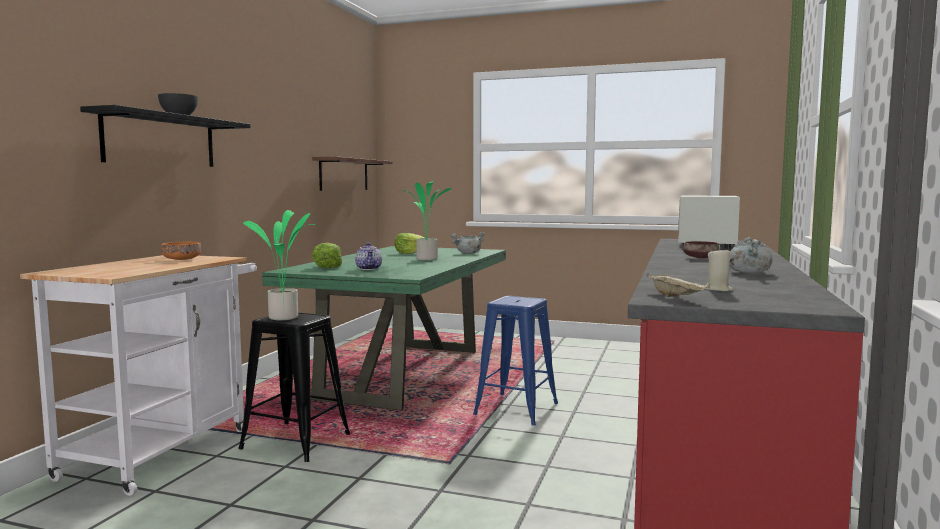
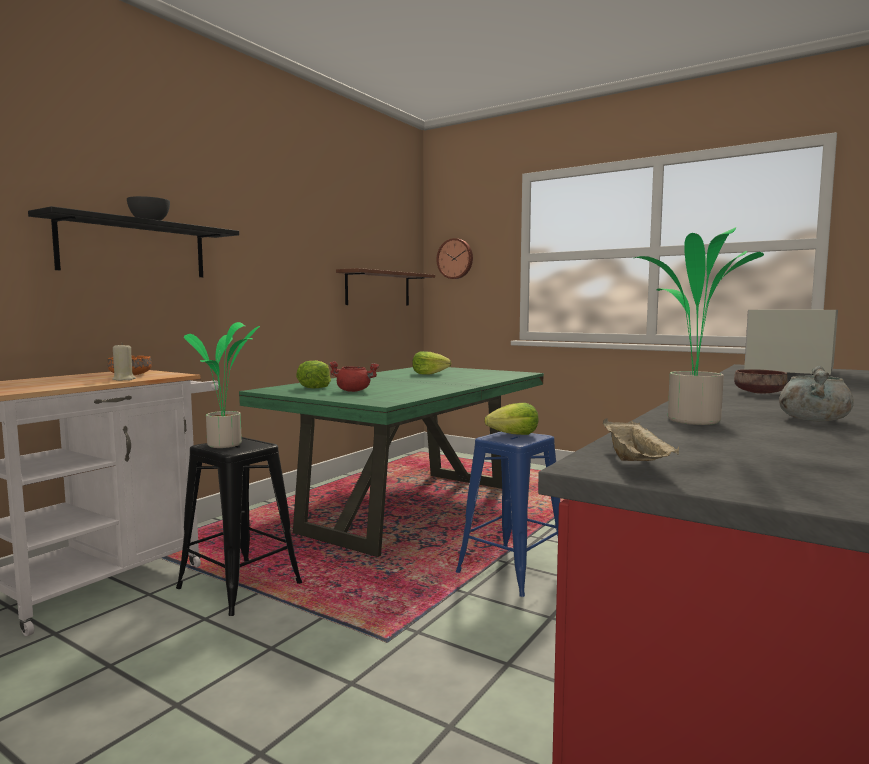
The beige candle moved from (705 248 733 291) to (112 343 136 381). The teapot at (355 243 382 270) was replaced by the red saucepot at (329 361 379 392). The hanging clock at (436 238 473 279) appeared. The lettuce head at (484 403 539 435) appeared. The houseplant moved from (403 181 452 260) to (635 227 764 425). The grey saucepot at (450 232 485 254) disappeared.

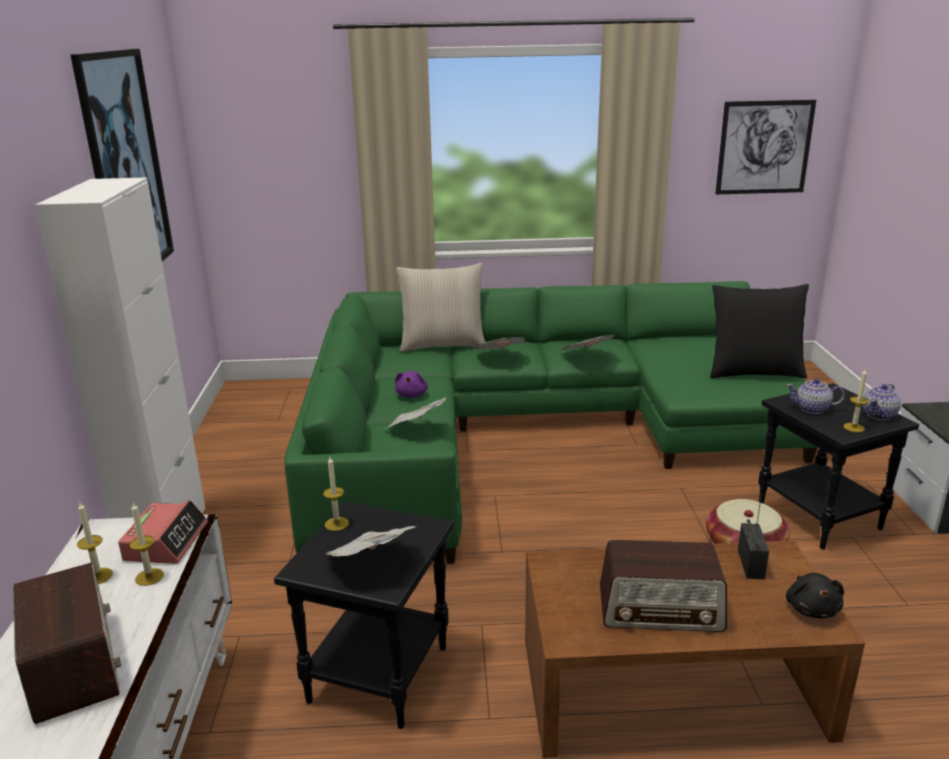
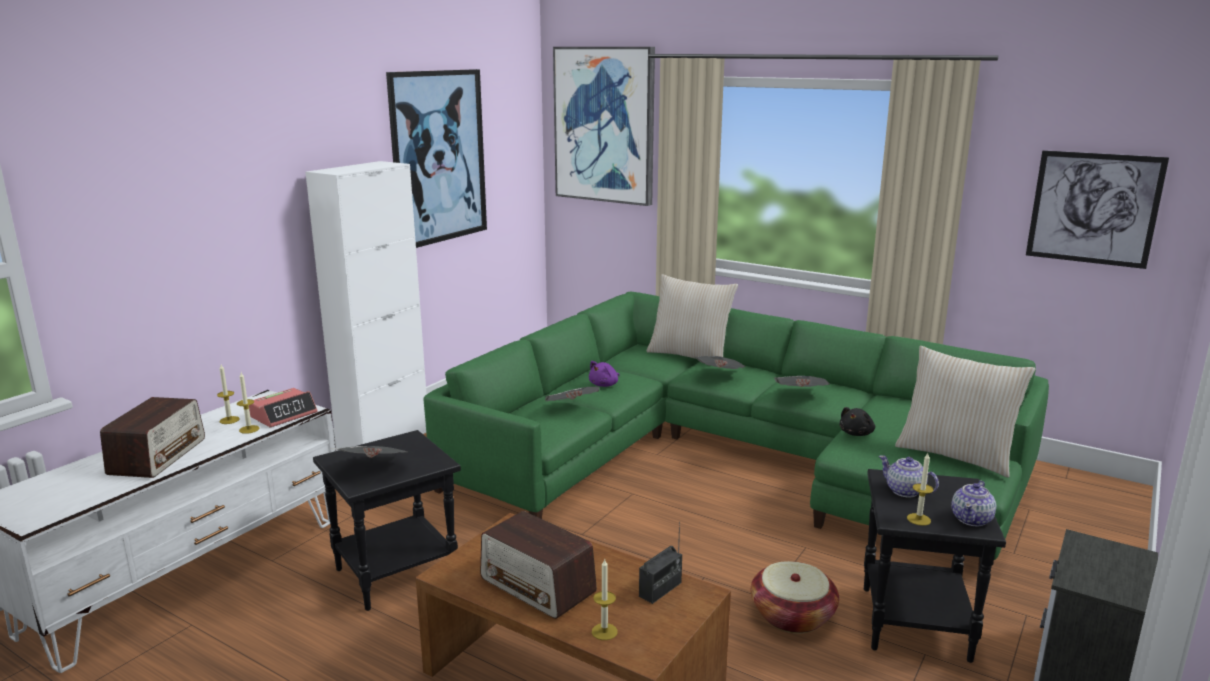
The wall art at (553 47 655 206) appeared. The candle moved from (323 457 349 531) to (592 558 618 640). The black-coloured soft toy moved from (786 573 844 618) to (839 407 875 436). The black-coloured throw pillow at (710 284 809 379) became the beige throw pillow at (895 346 1035 478). The teapot at (862 384 901 420) turned 45 degrees counterclockwise.

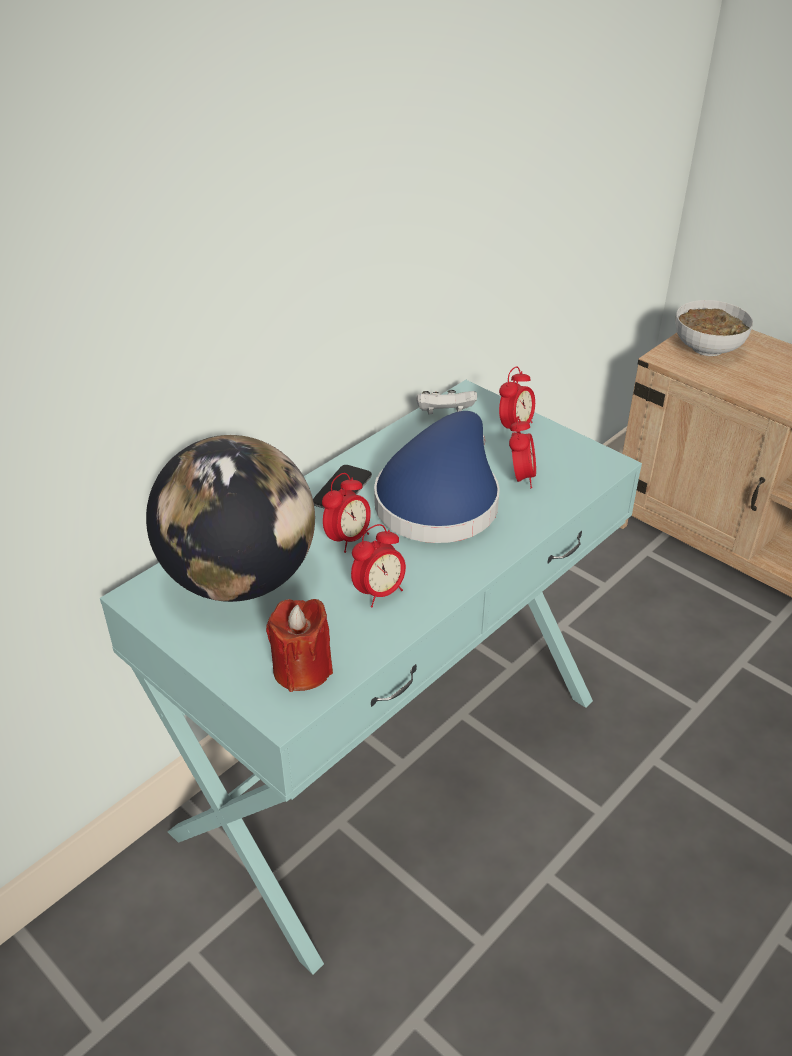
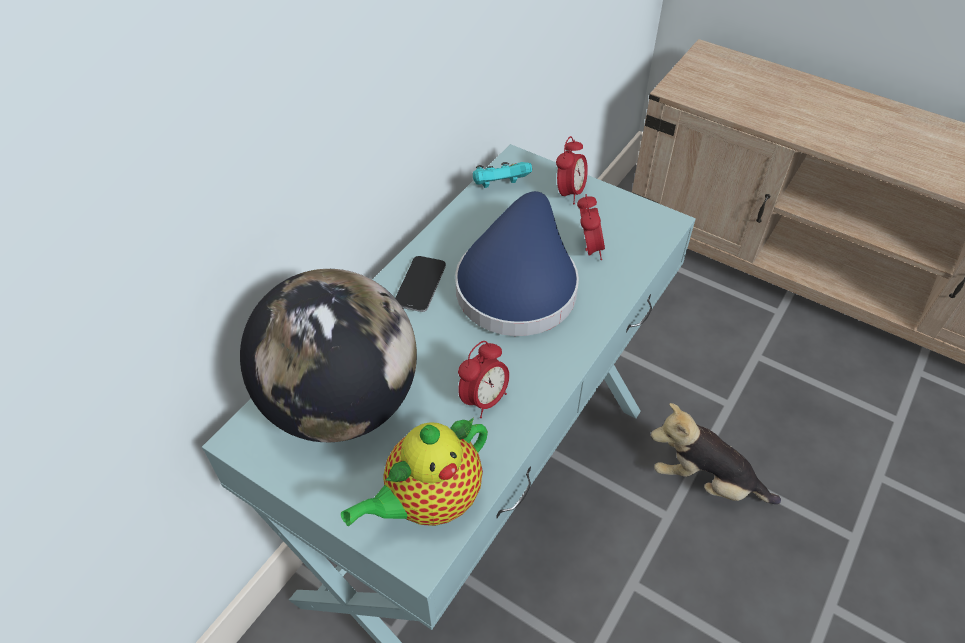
The red candle at (266 599 333 692) was replaced by the teapot at (341 417 488 526). The white gamepad at (416 390 477 414) became the blue-green gamepad at (473 162 532 188). The soft toy at (650 403 781 504) appeared. The table clock at (322 473 371 553) disappeared. The deep dish at (675 300 753 356) disappeared.

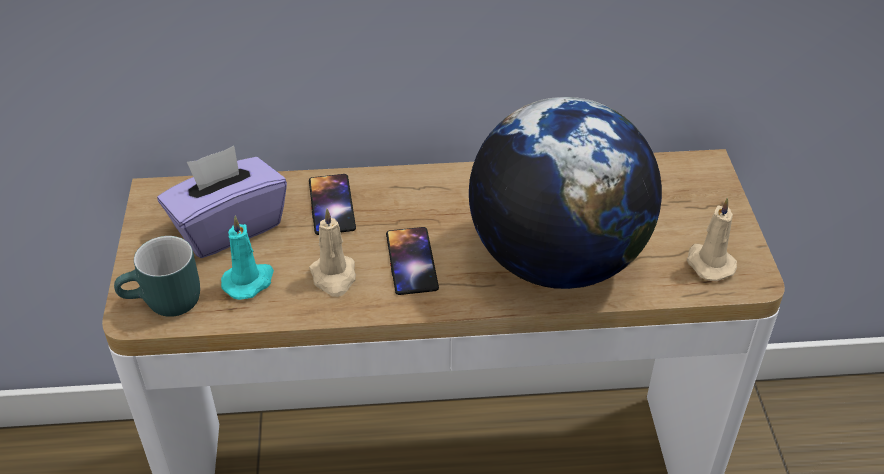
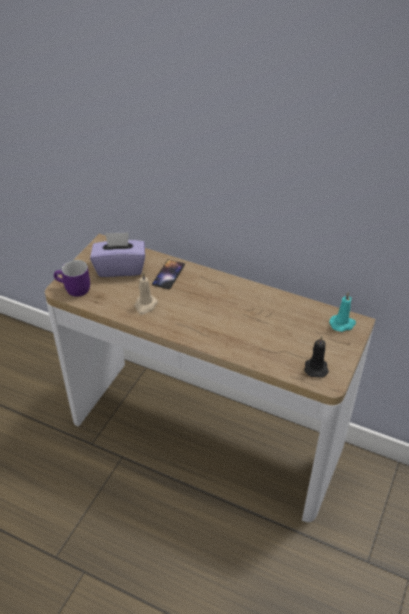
The blue-green coffee mug at (114 236 200 317) became the purple coffee mug at (54 260 90 297). The beige candle at (687 197 737 281) became the black-coloured candle at (304 336 329 378). The blue-green candle moved from (221 216 274 300) to (329 292 356 332). The handset at (386 227 439 295) disappeared. The world globe at (469 97 662 289) disappeared.

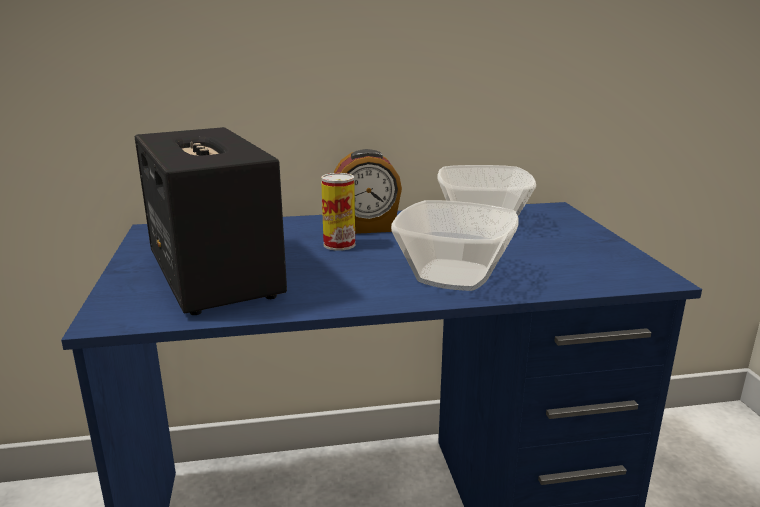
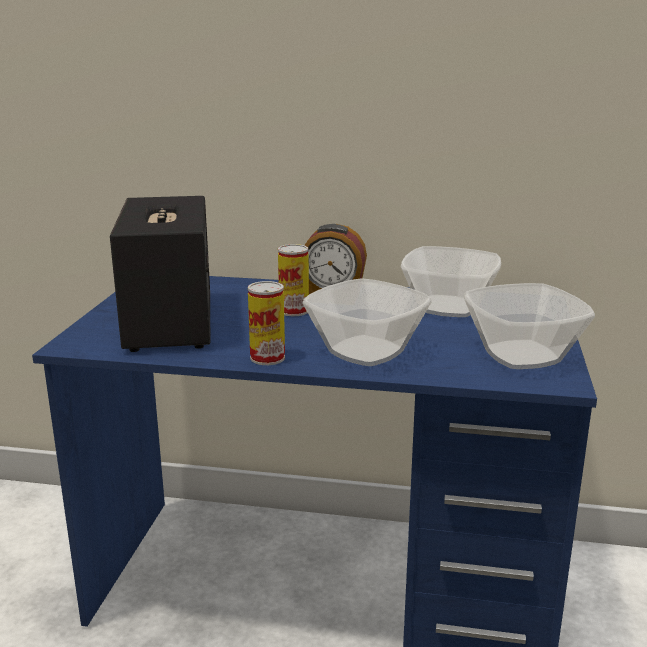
The metal can at (248 281 285 365) appeared. The deep dish at (464 283 595 369) appeared.

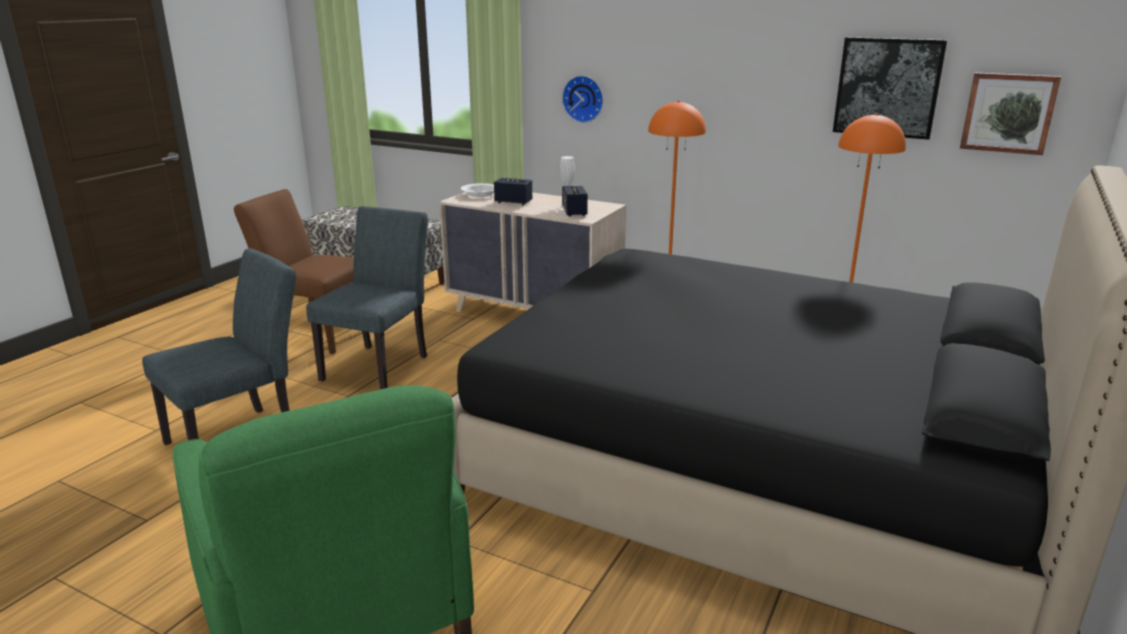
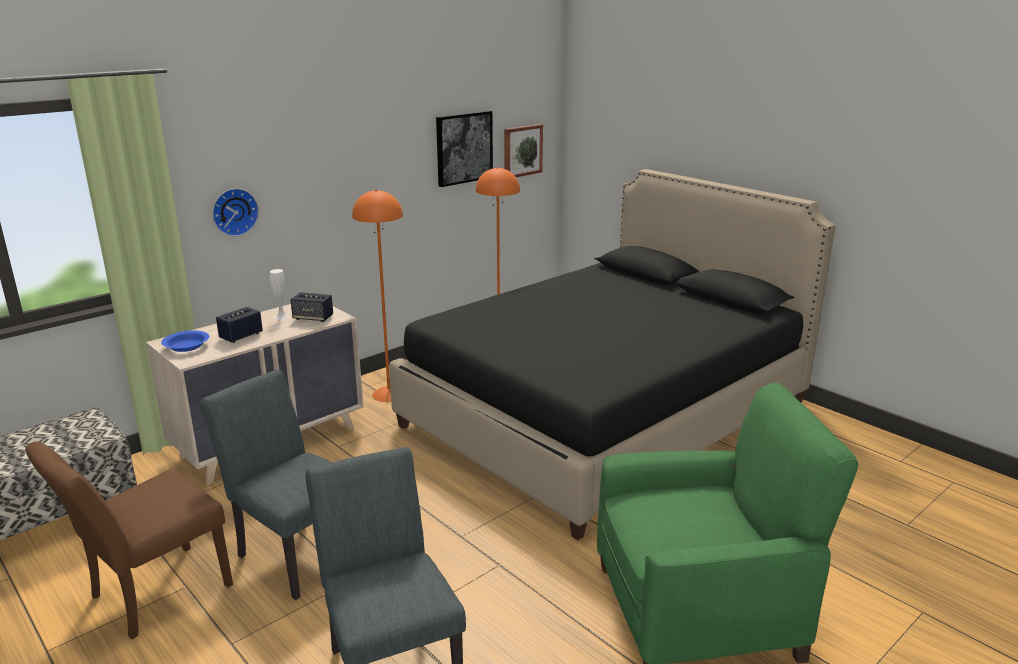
The white deep dish at (461 183 494 197) became the blue deep dish at (161 330 209 352).

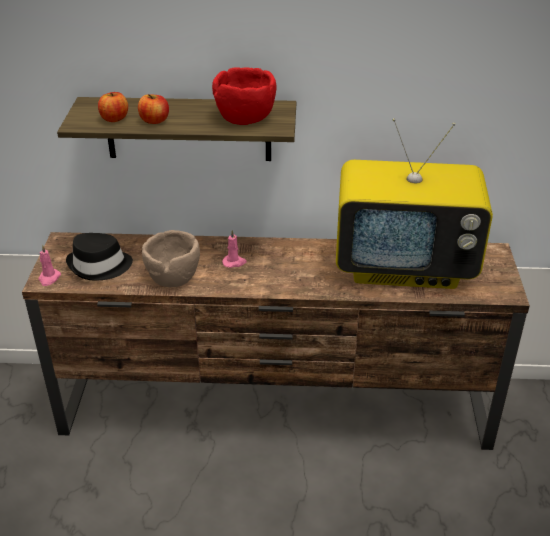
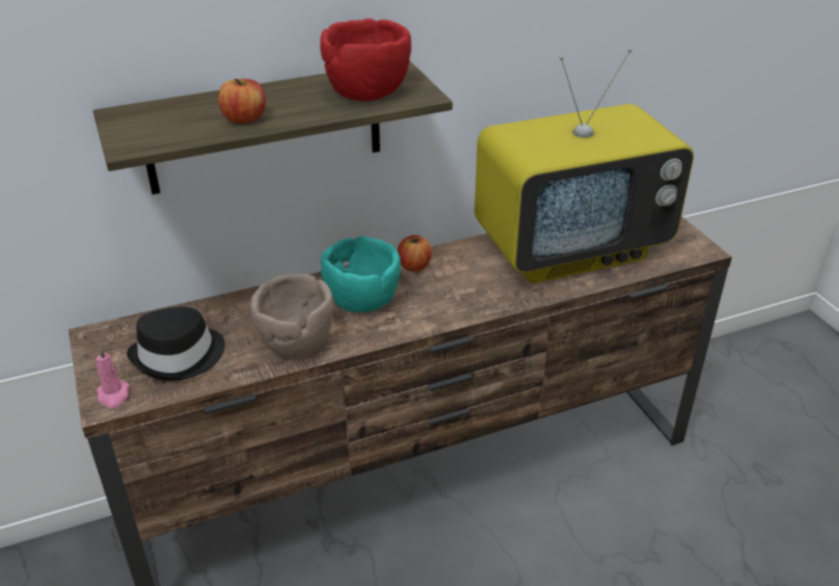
The pink candle at (222 230 247 268) was replaced by the blue-green deep dish at (321 236 401 312). The apple moved from (98 92 128 122) to (397 235 432 272).

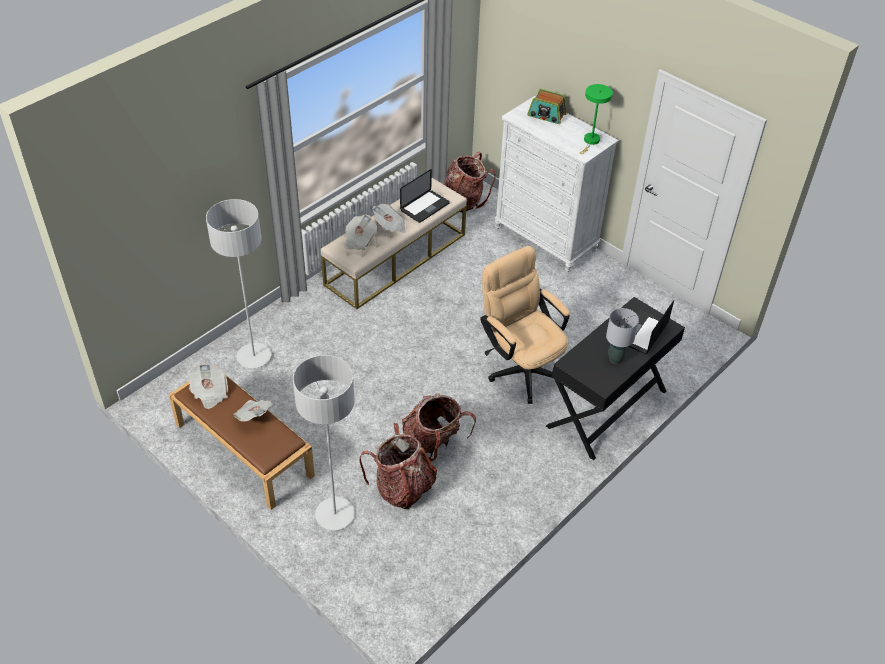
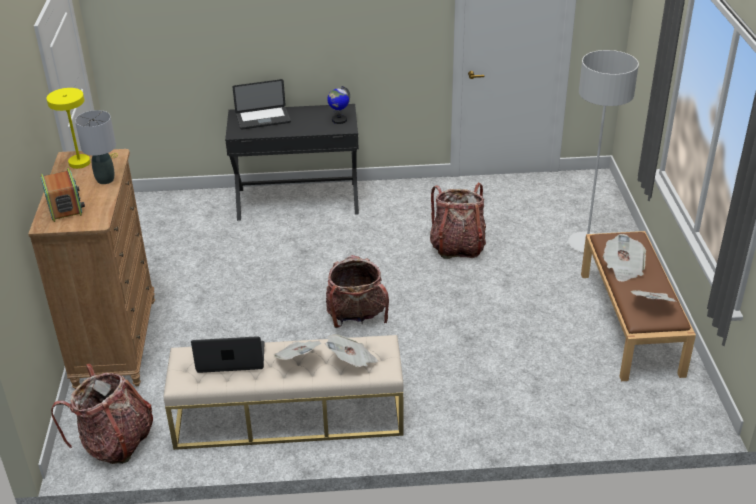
The white chest of drawers at (495 96 619 272) became the brown-coloured chest of drawers at (28 149 155 389). The green tabletop lamp at (580 84 613 154) became the yellow-coloured tabletop lamp at (46 88 118 169). The grey tabletop lamp moved from (606 308 639 364) to (75 110 116 184). The knapsack moved from (360 423 437 509) to (326 255 389 328). The world globe at (327 86 350 124) appeared. The grey floor lamp at (206 199 272 368) disappeared. The beige desk chair at (480 246 570 404) disappeared.

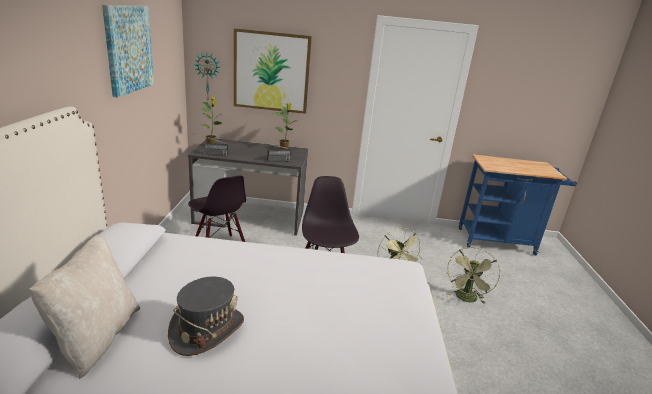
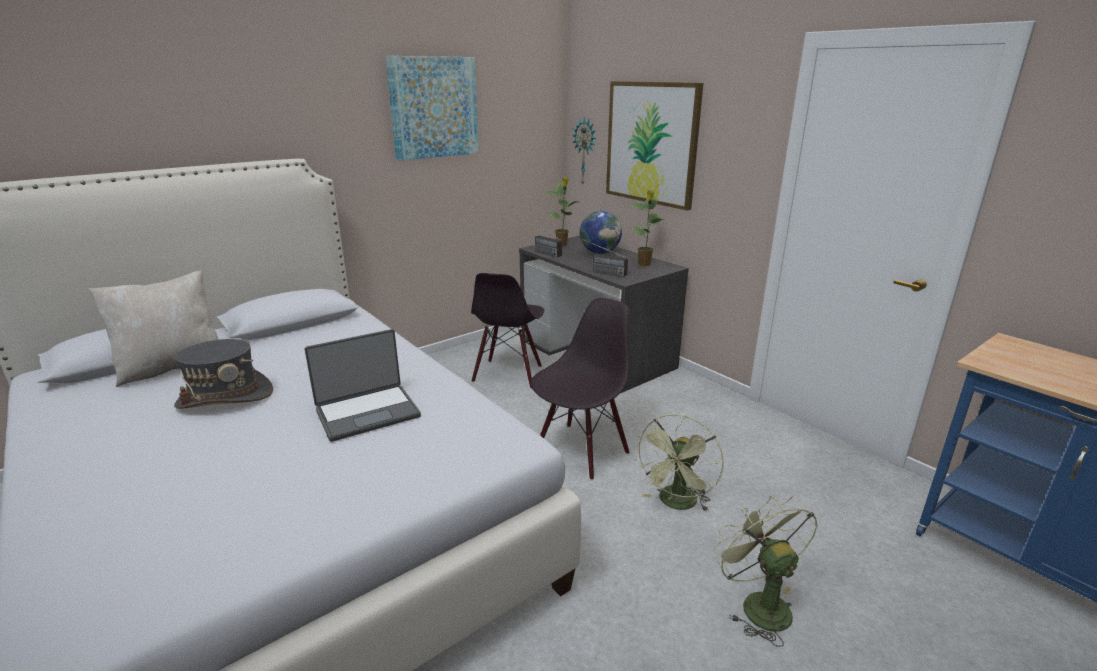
The notebook computer at (305 329 421 442) appeared. The world globe at (580 211 622 254) appeared. The green fan at (446 247 500 304) turned 90 degrees clockwise.

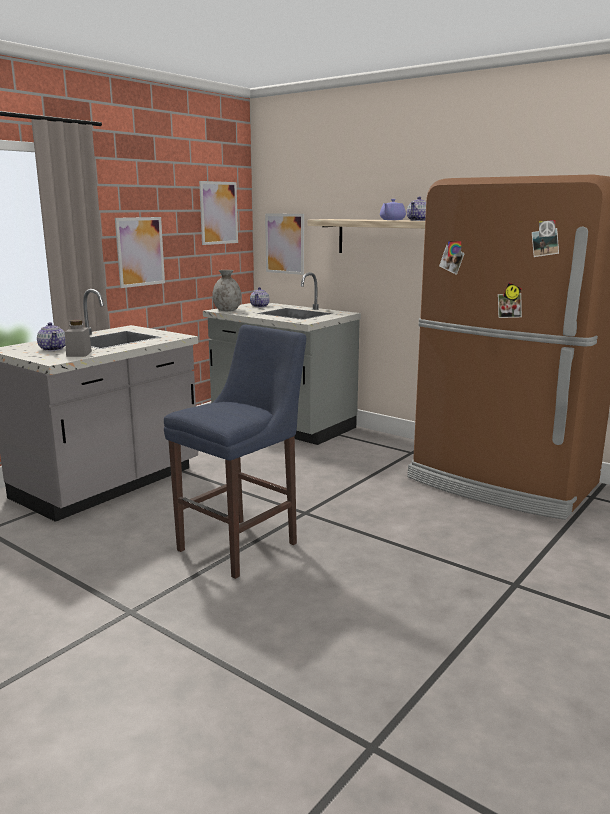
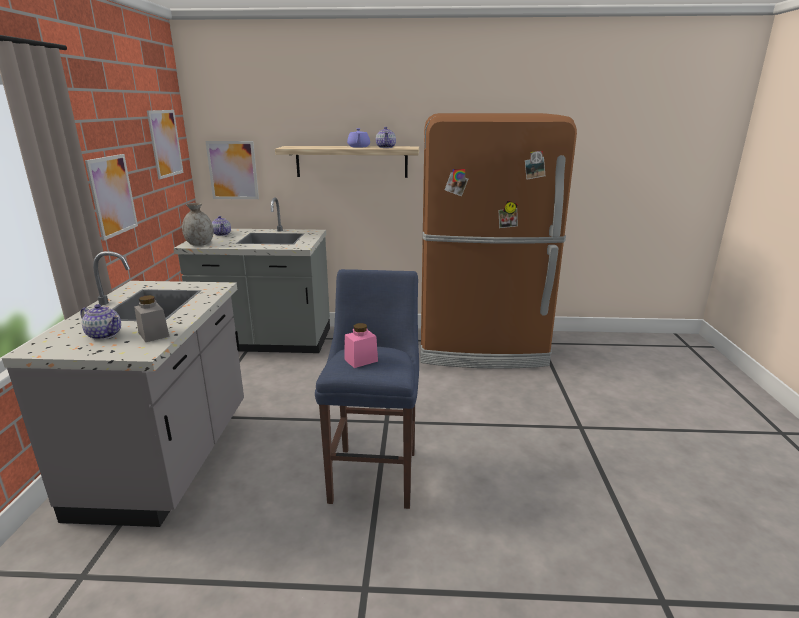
The pink preserve jar at (344 323 378 368) appeared.

